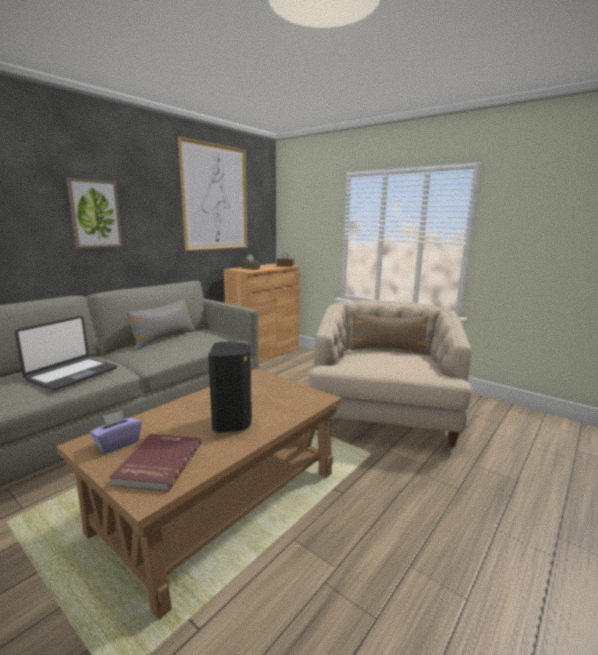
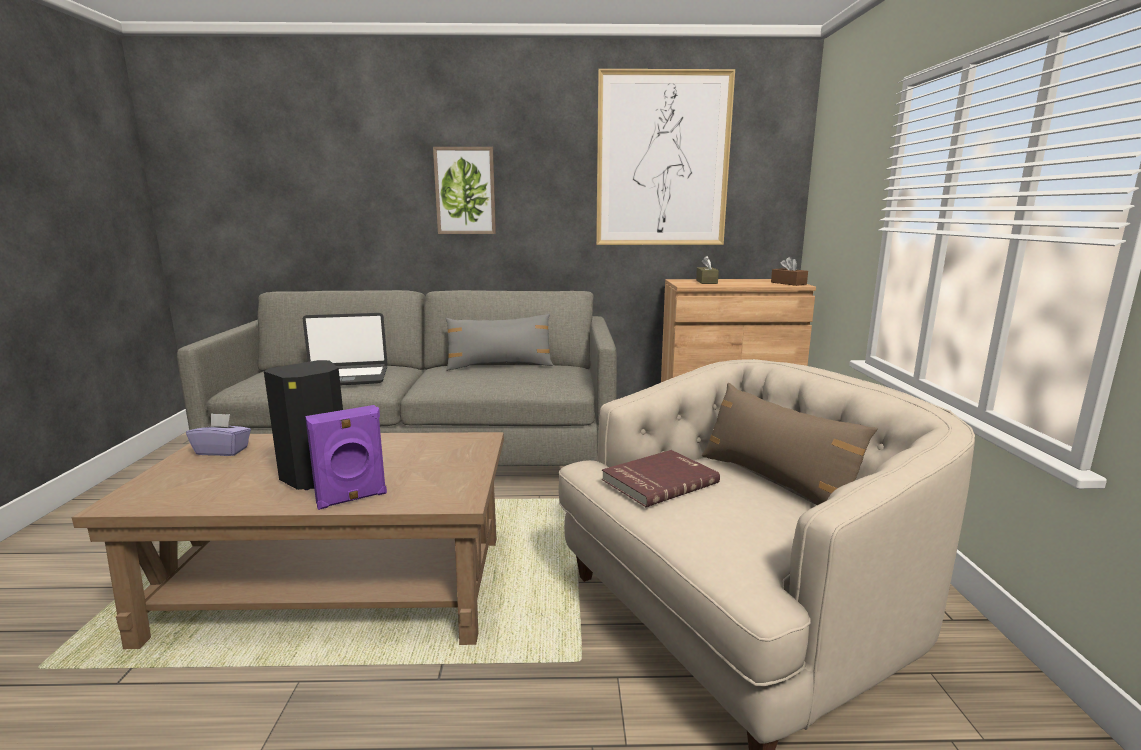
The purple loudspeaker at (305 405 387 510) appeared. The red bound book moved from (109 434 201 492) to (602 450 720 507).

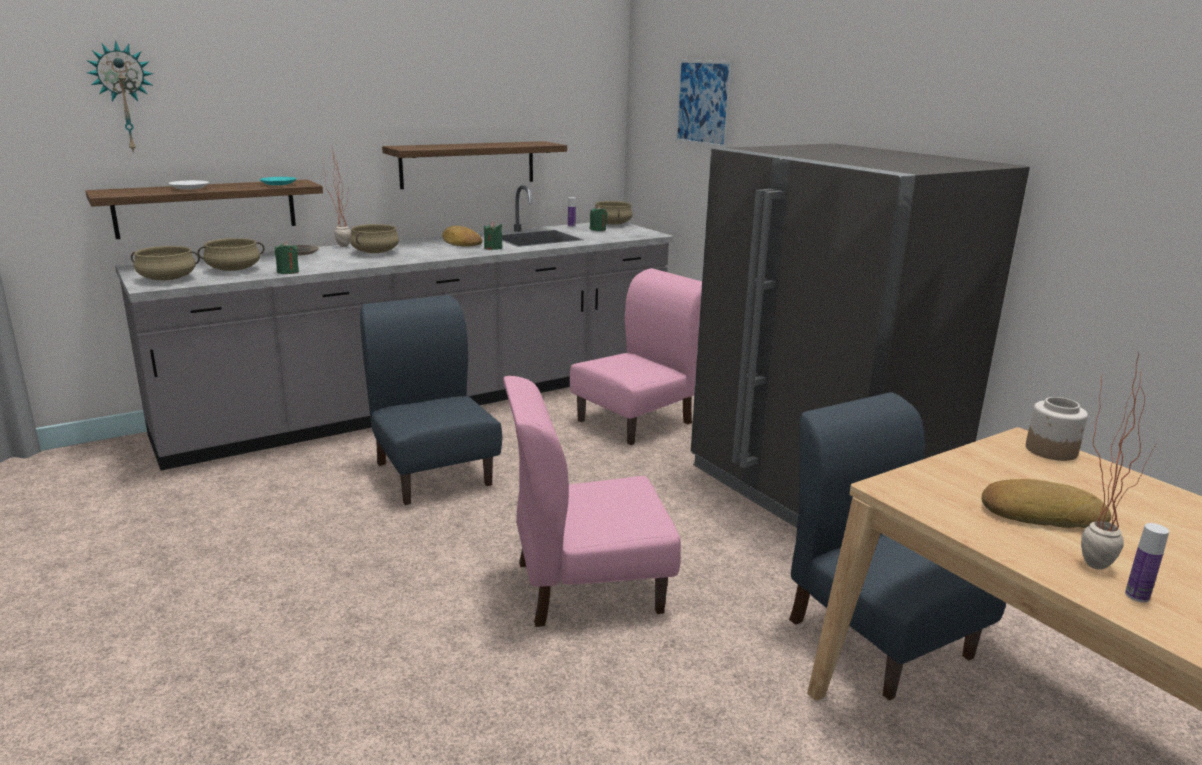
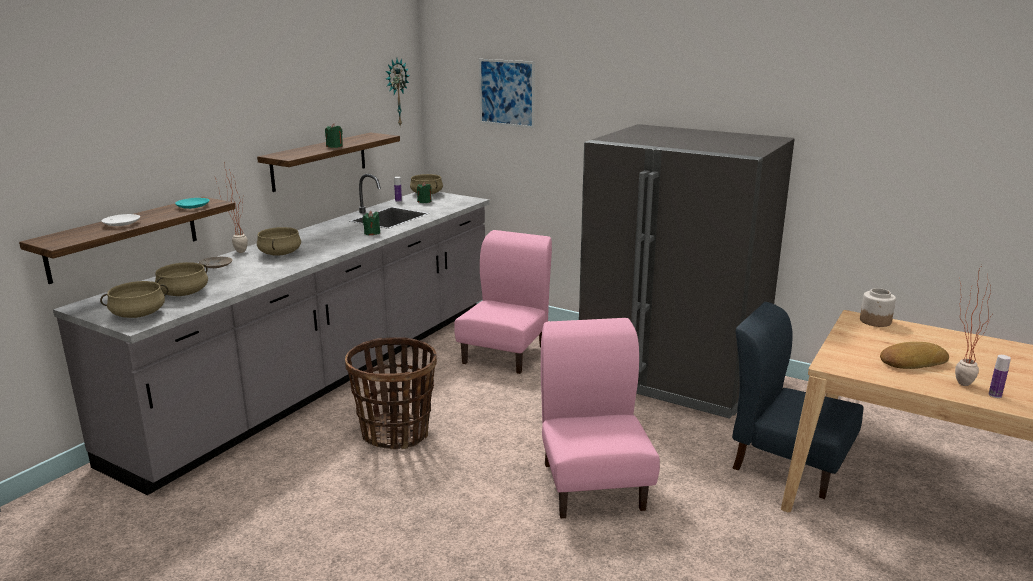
The green candle moved from (275 241 299 274) to (325 124 343 148). The blue plain chair at (360 295 502 505) was replaced by the basket at (345 337 437 449). The hanging clock moved from (86 41 154 153) to (386 58 409 127). The pink plain chair at (503 376 681 627) turned 120 degrees clockwise. The bakery bread at (442 226 482 247) disappeared.

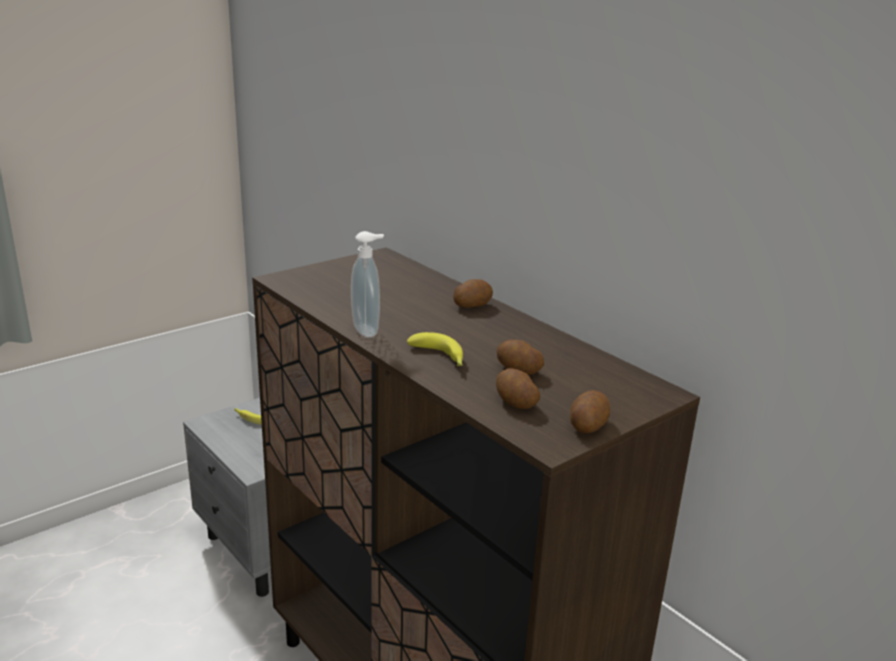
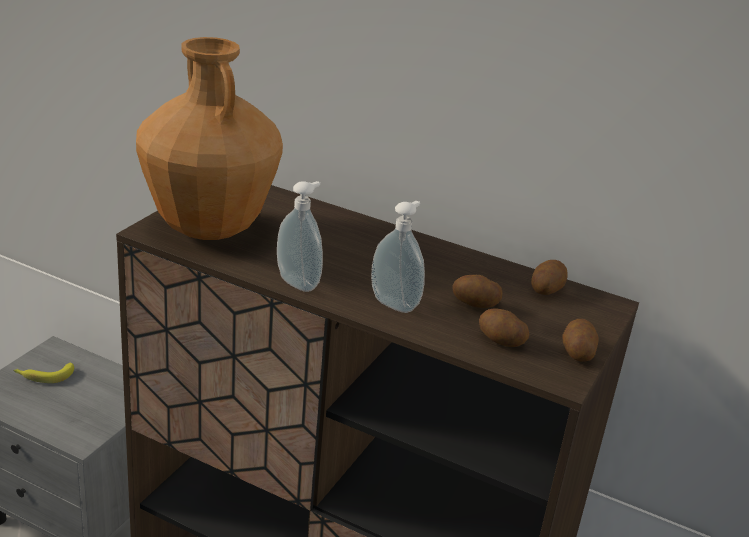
The brown-coloured decorative vase at (136 37 283 240) appeared. The banana fruit at (407 332 463 366) was replaced by the soap bottle at (371 201 425 313). The potato moved from (453 279 493 308) to (531 260 568 295).

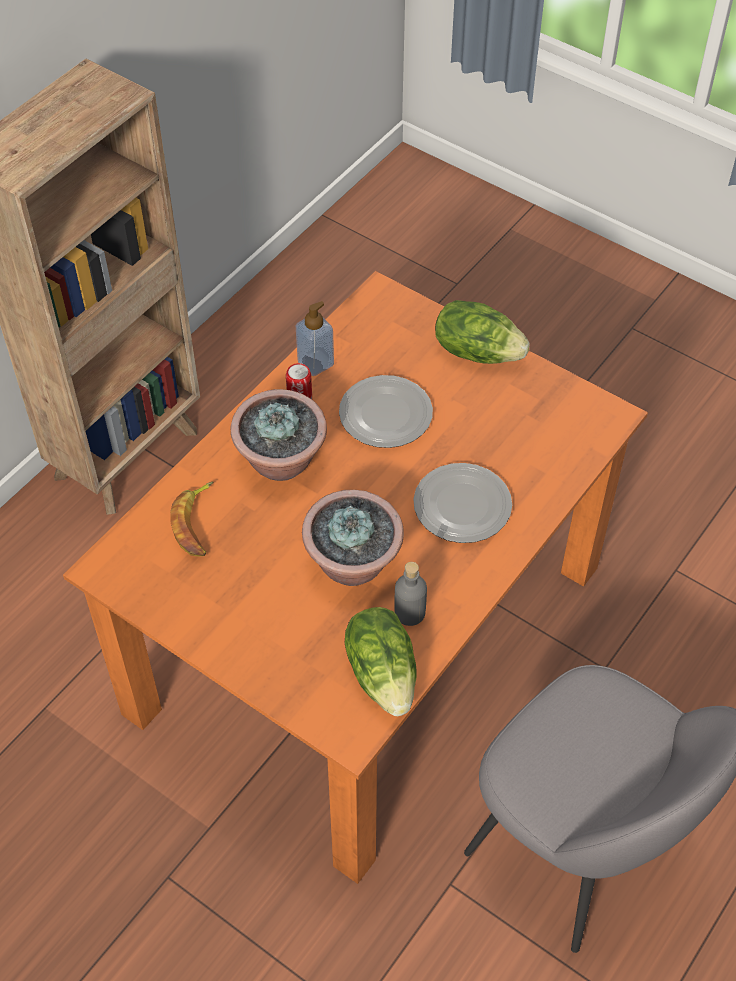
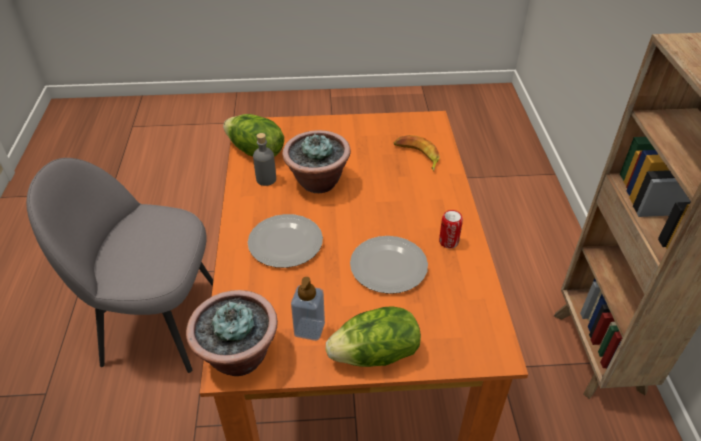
The houseplant moved from (230 389 327 481) to (186 290 278 376). The soap bottle moved from (295 301 334 376) to (291 277 325 341).

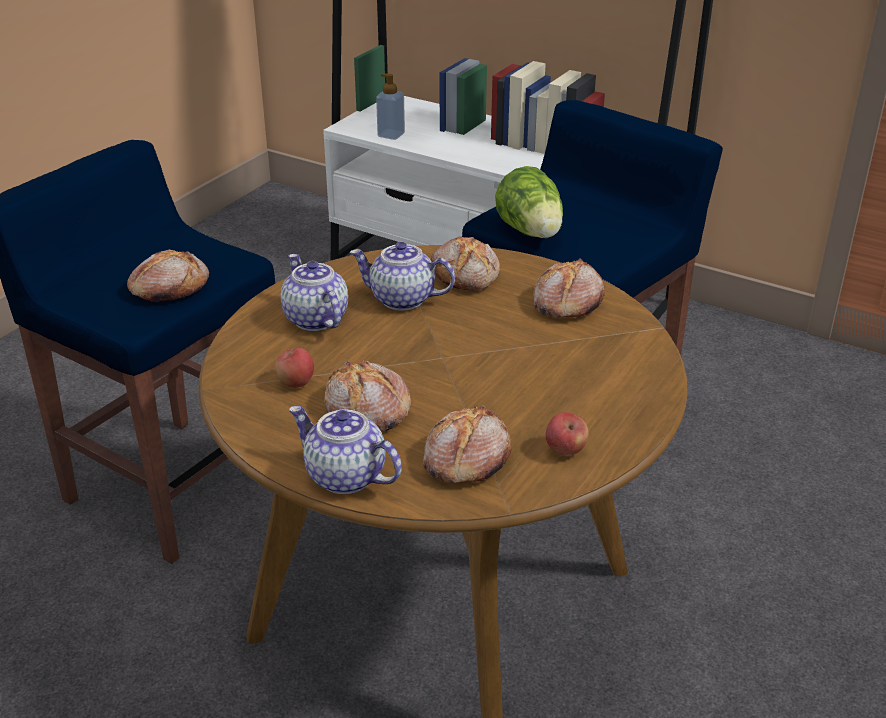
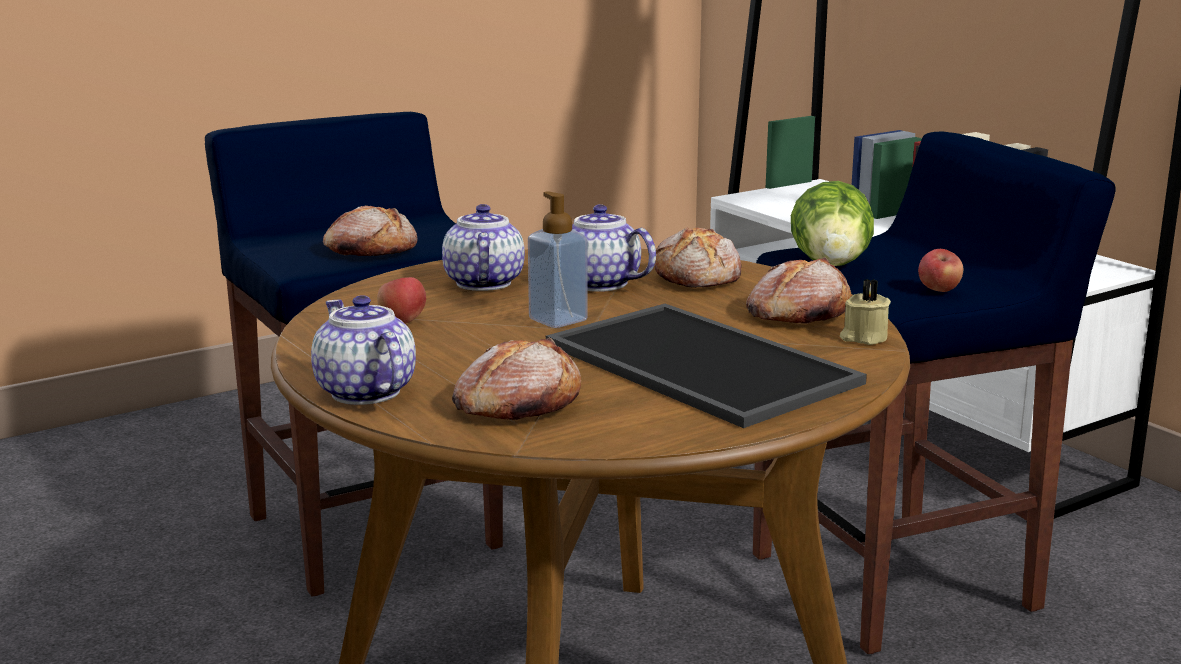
The soap bottle moved from (376 73 405 140) to (528 191 588 328). The tray at (546 304 867 428) appeared. The beige candle at (840 279 891 345) appeared. The apple moved from (546 412 589 456) to (918 249 963 292). The bakery bread at (324 360 411 432) disappeared.

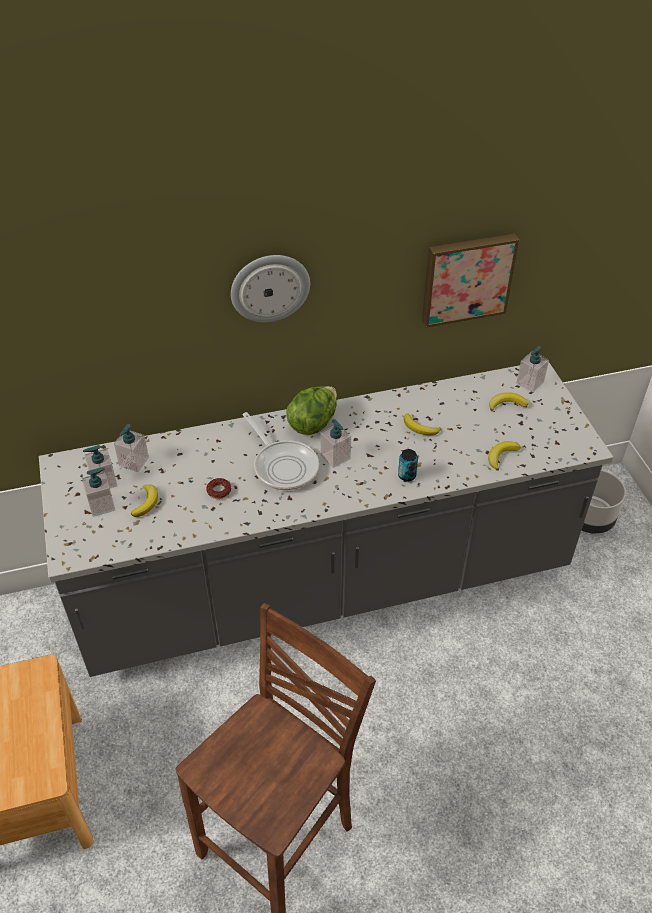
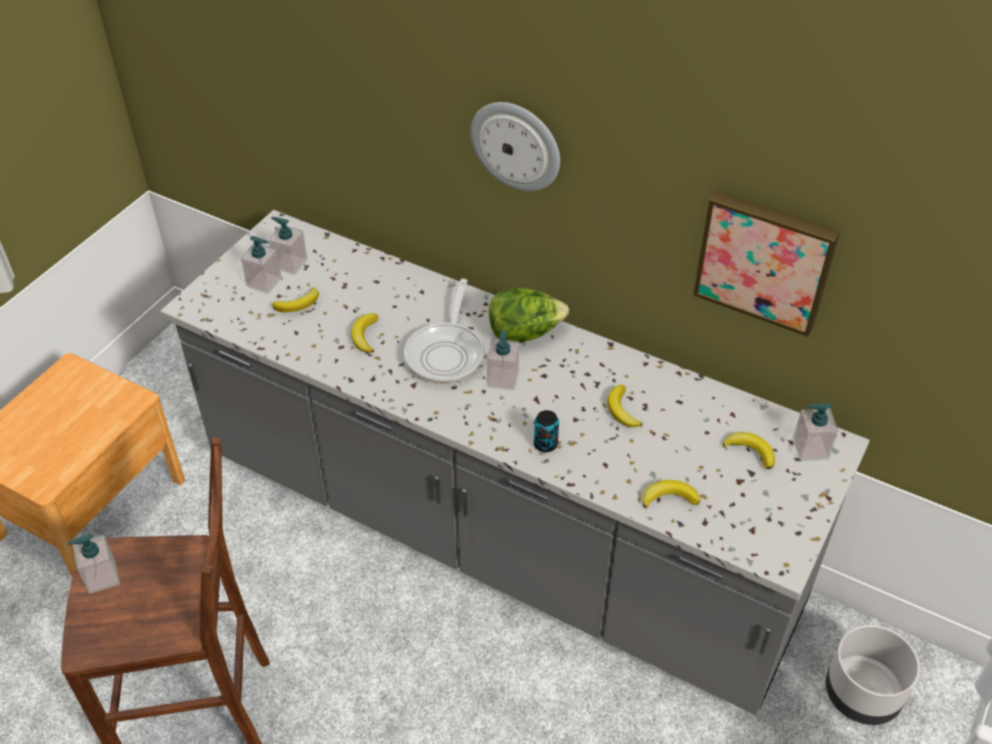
The soap bottle moved from (114 424 149 472) to (68 534 120 594). The donut at (206 478 231 499) was replaced by the banana fruit at (351 313 379 353).

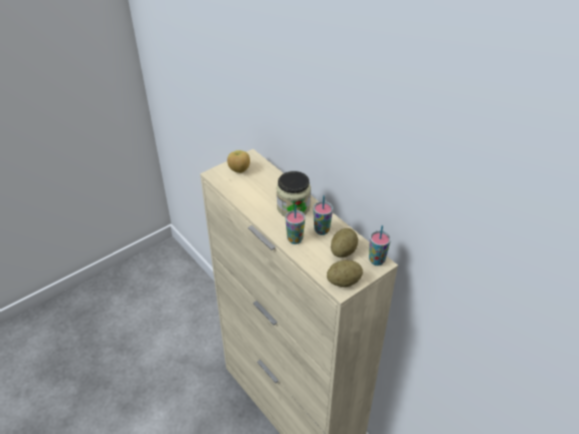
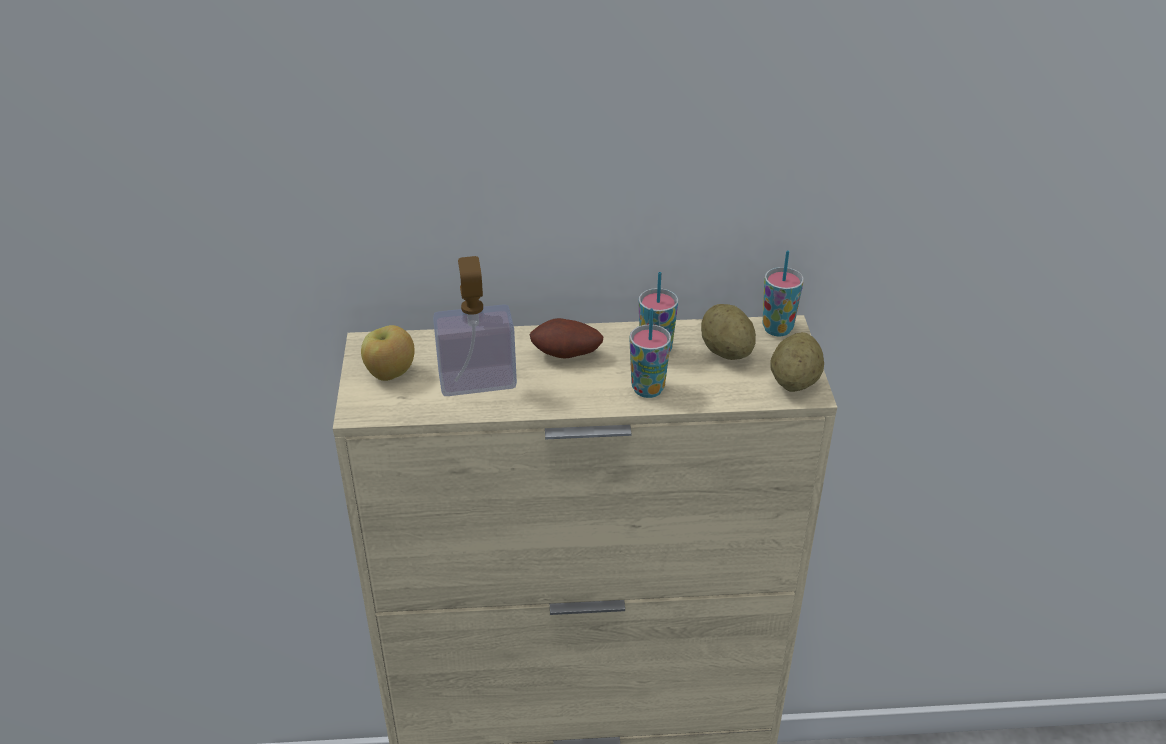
The soap bottle at (433 256 517 396) appeared. The preserve jar at (276 171 311 216) was replaced by the potato at (530 318 603 359).

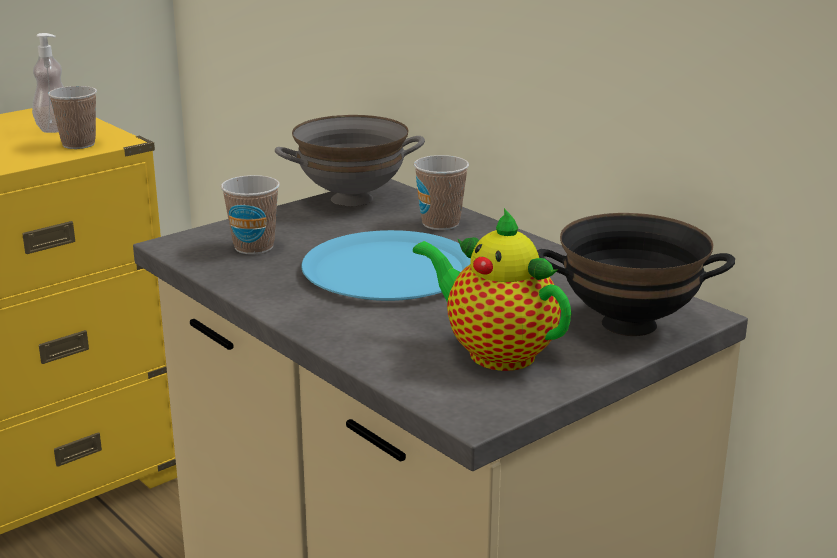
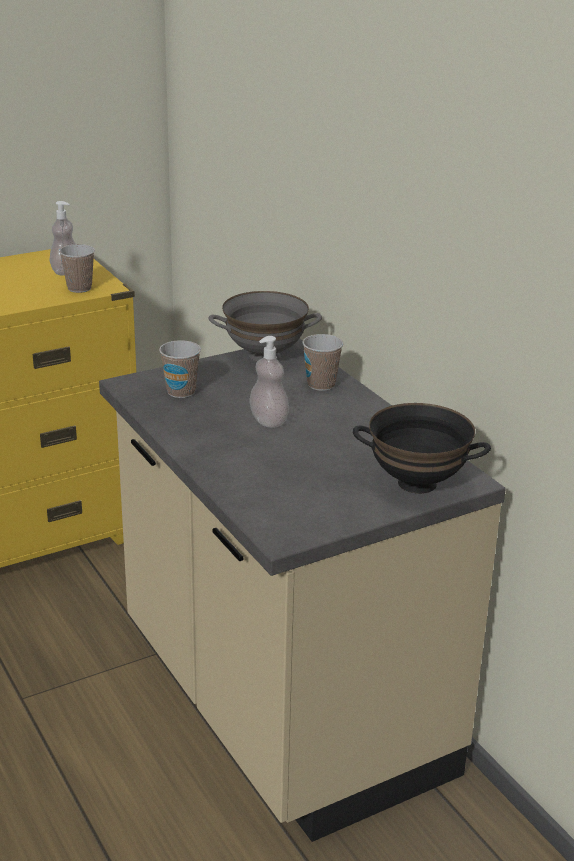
The blue dinner plate at (301 230 471 301) was replaced by the soap bottle at (249 336 289 428). The teapot at (413 208 571 371) disappeared.

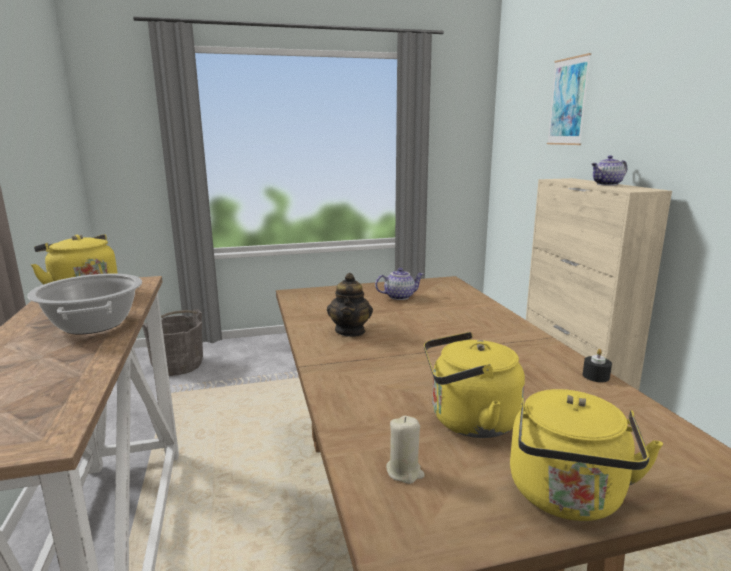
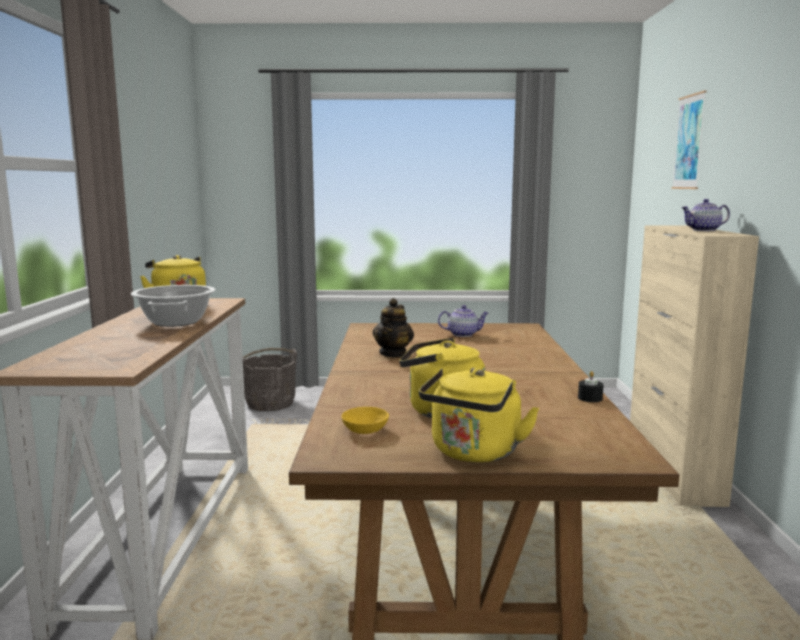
The beige candle at (386 416 425 484) was replaced by the yellow-coloured deep dish at (341 407 389 434).

